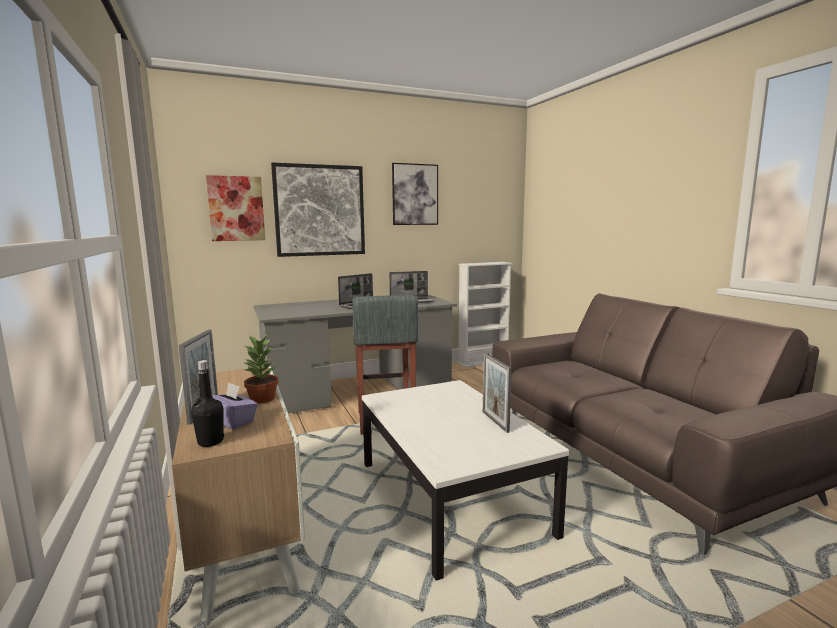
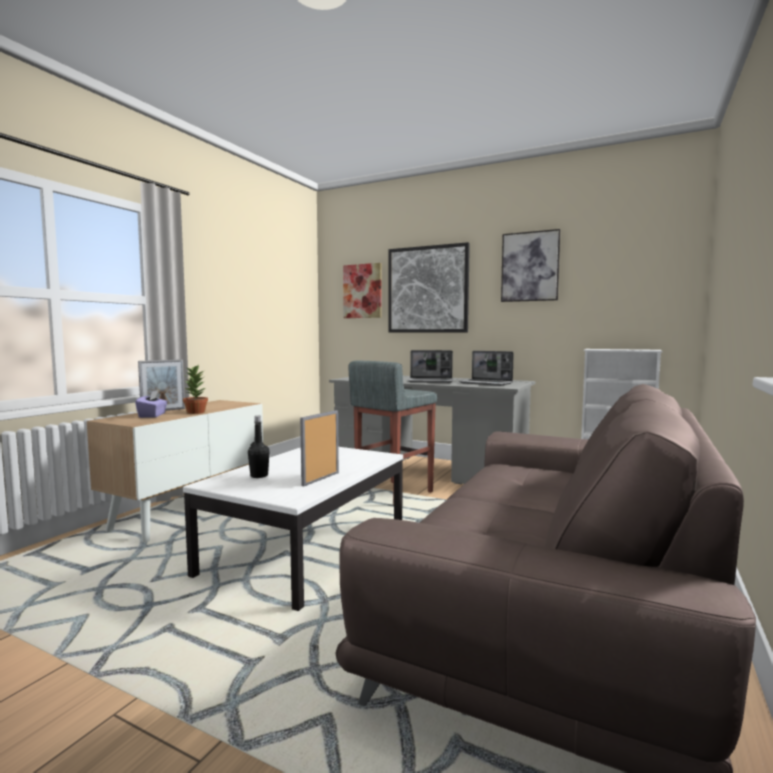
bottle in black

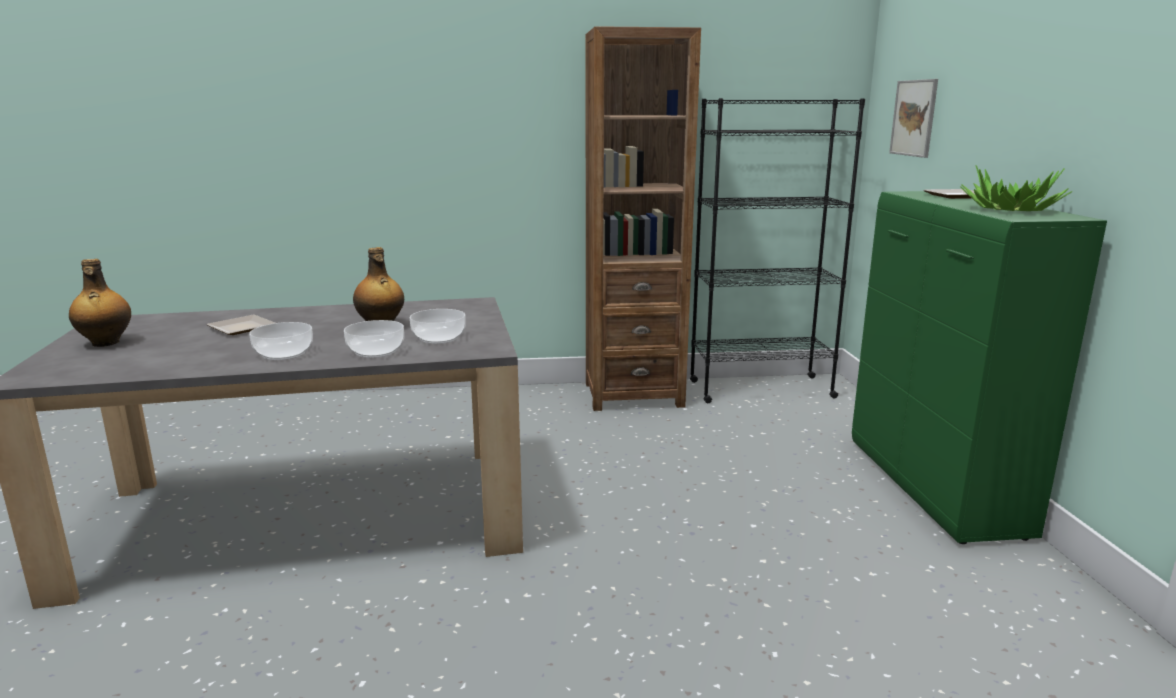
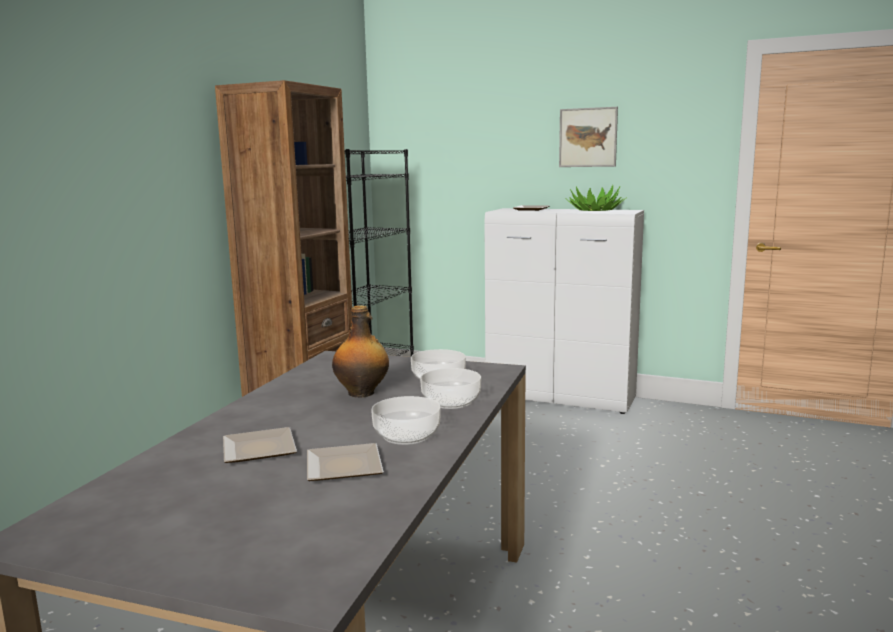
bottle (1st from left in the first image)
plate (2nd from left)
picture
cabinet in white

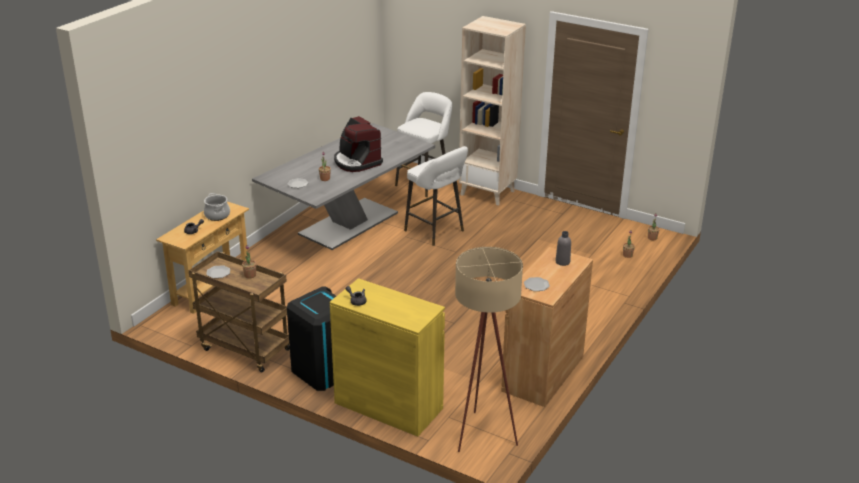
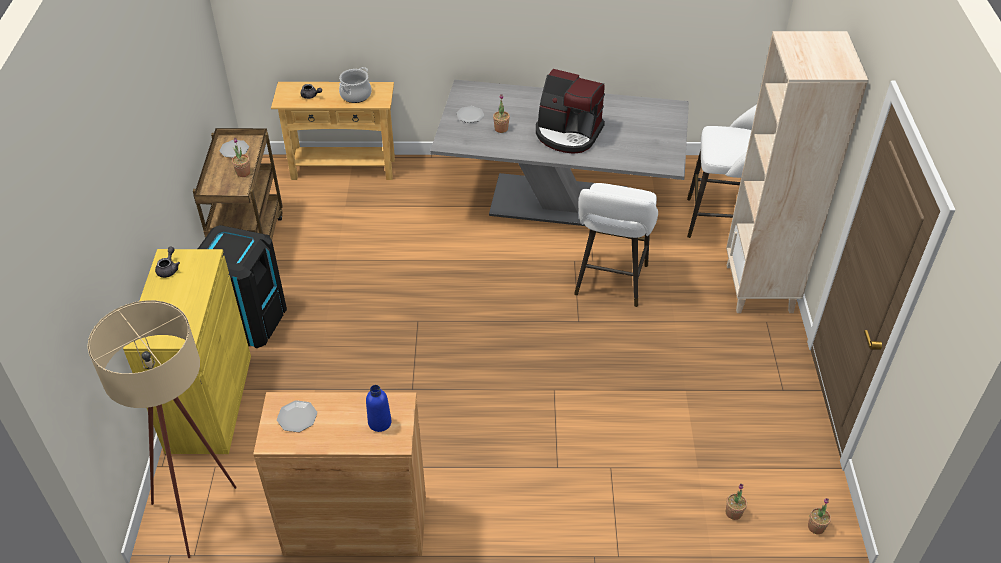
bottle in blue
coffee machine

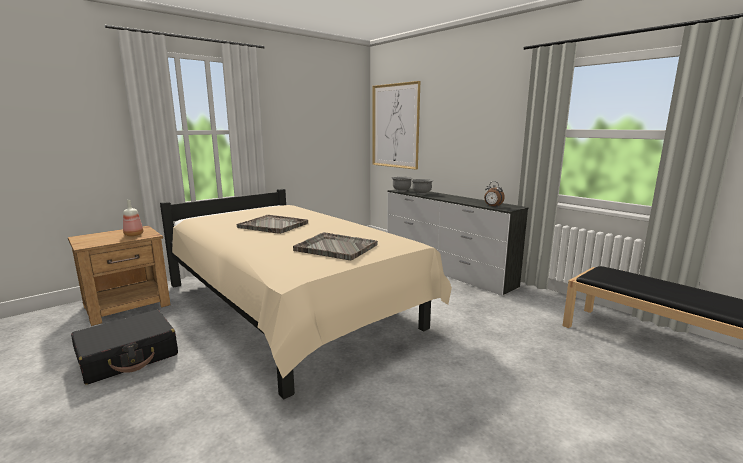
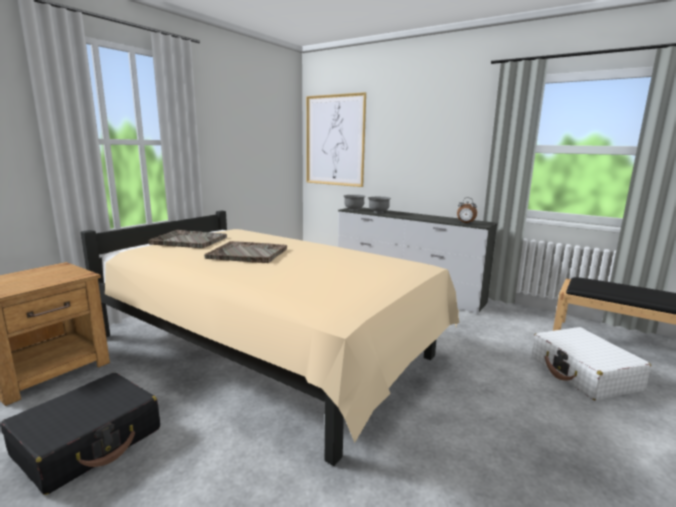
bottle
suitcase in white
tray in grey (1st from left)

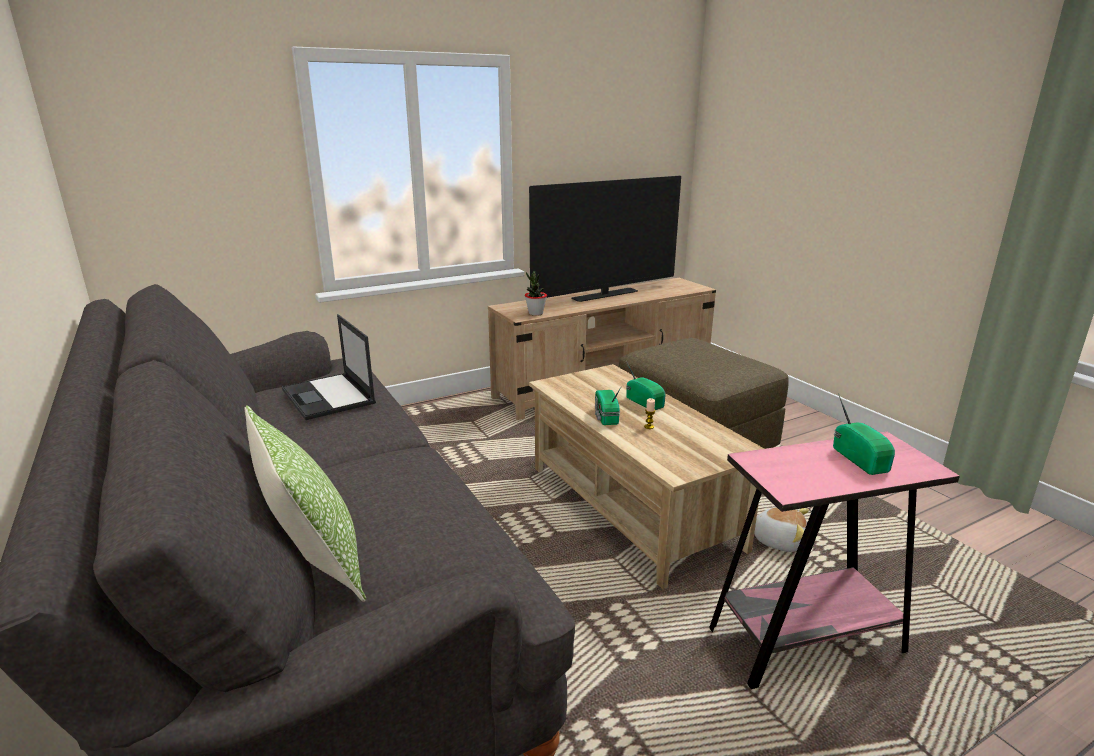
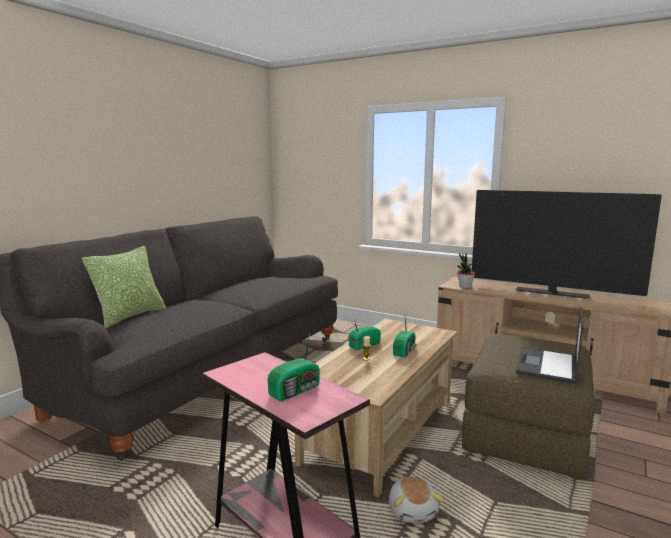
laptop

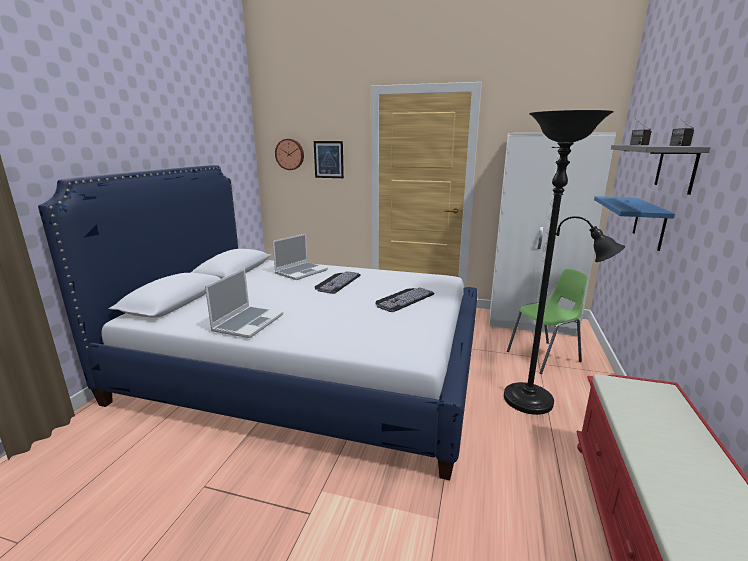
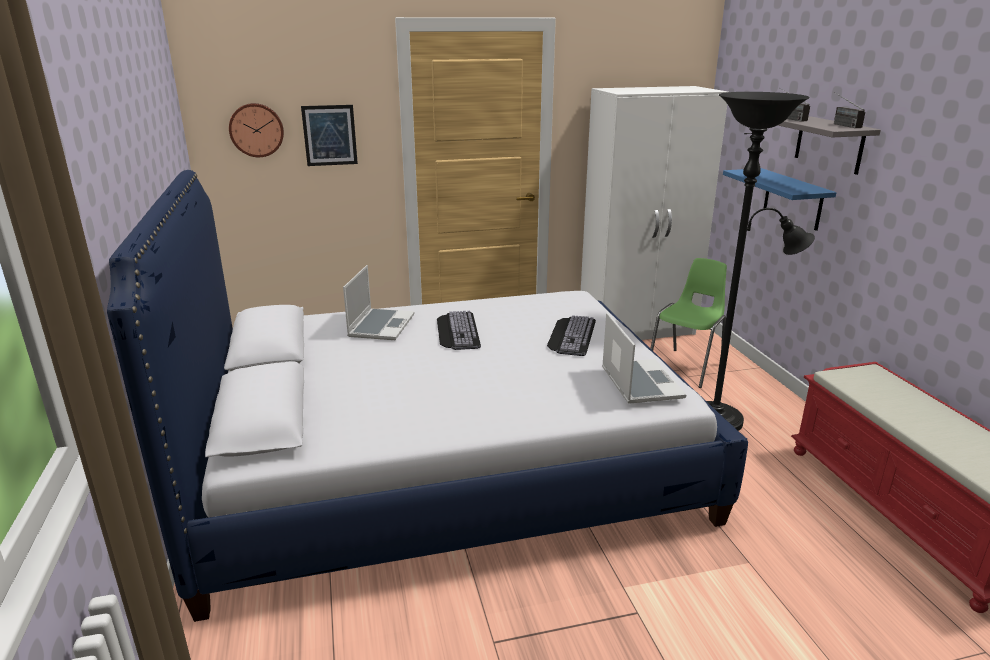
laptop (2nd from left)

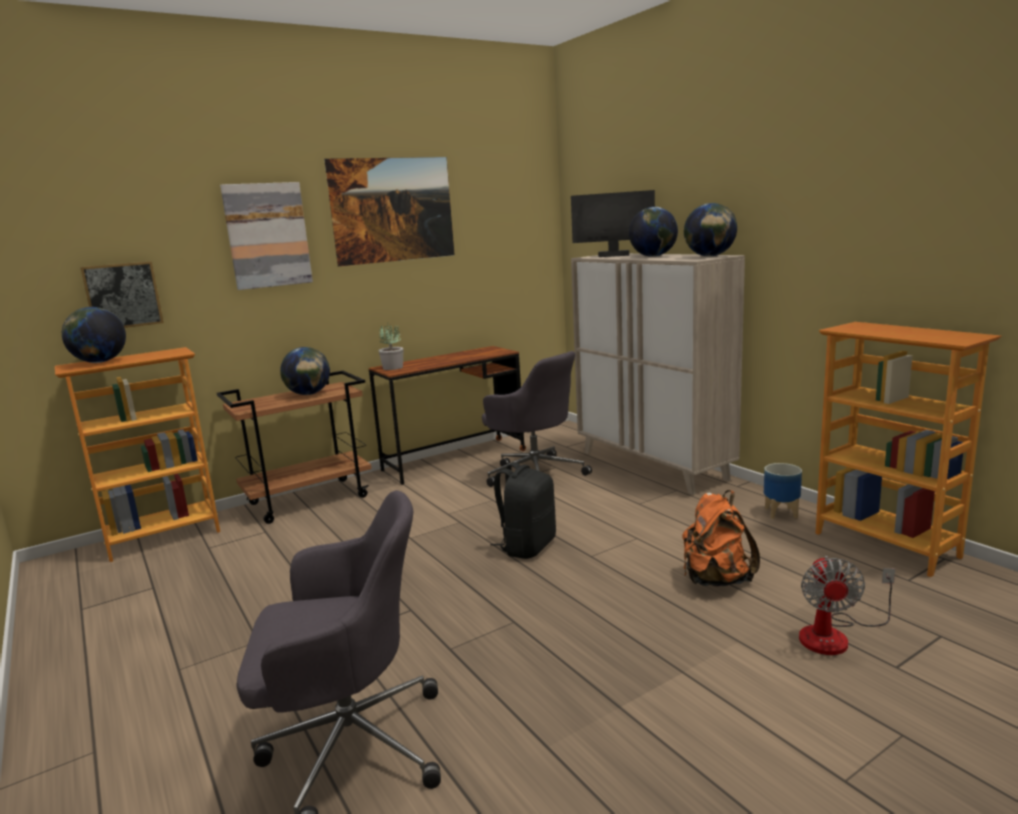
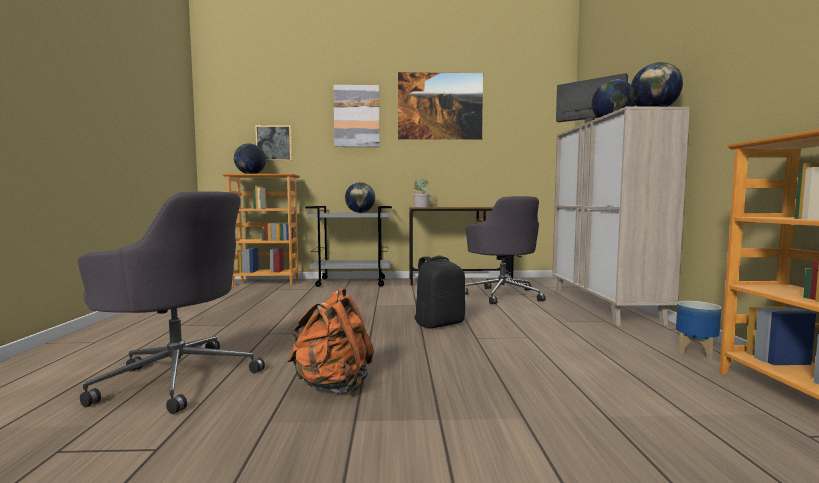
fan
backpack in orange
cart in grey

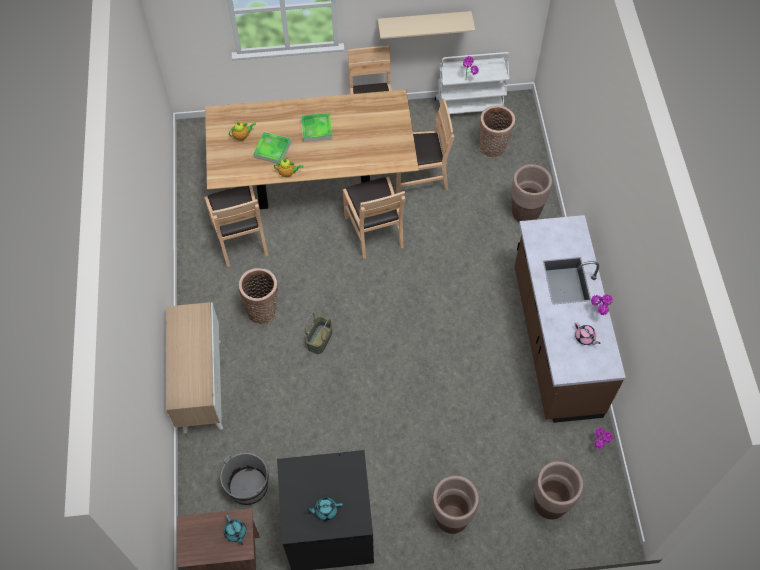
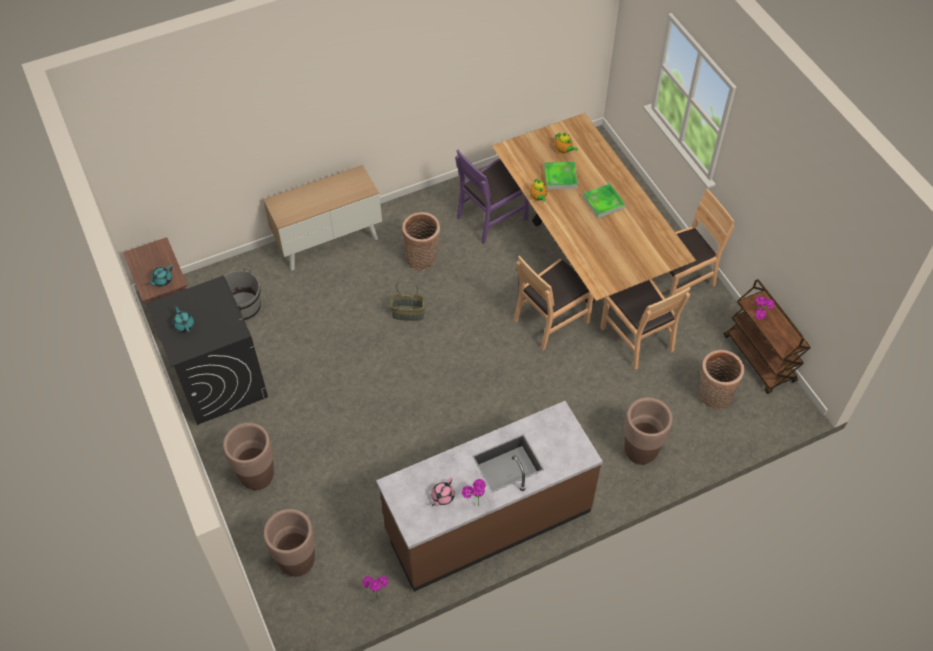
shelf in beige
chair in purple
cart in brown

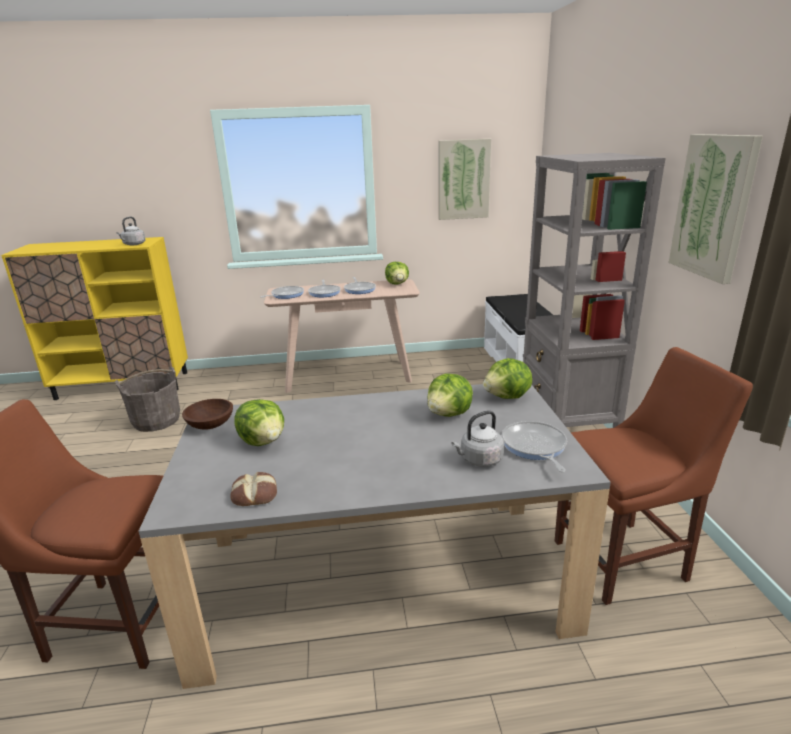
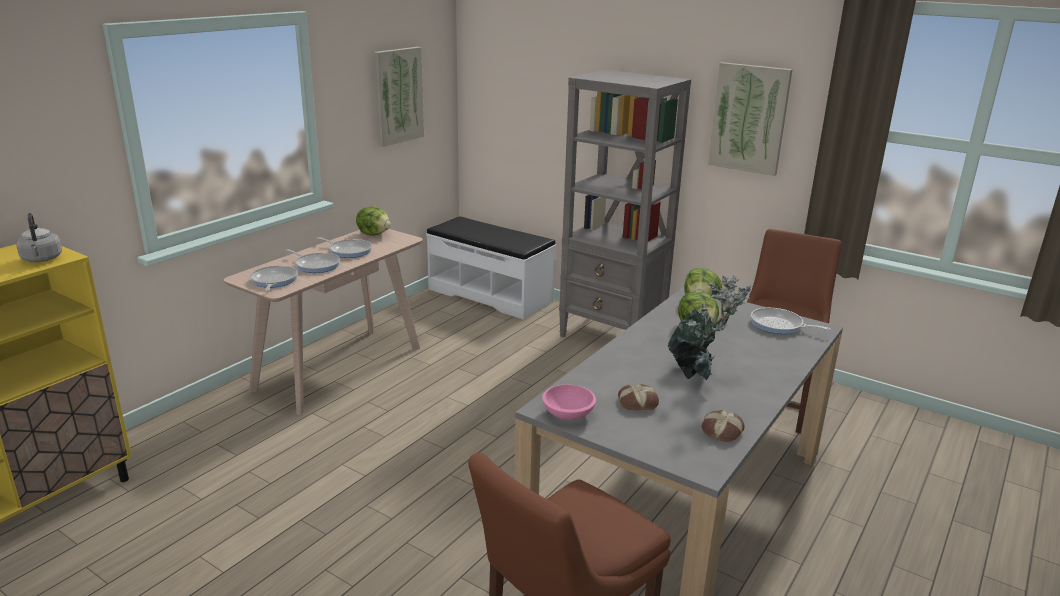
bucket in grey
kettle in grey (2nd from left in the first image)
potted plant
bread (1st from left)
bowl in pink

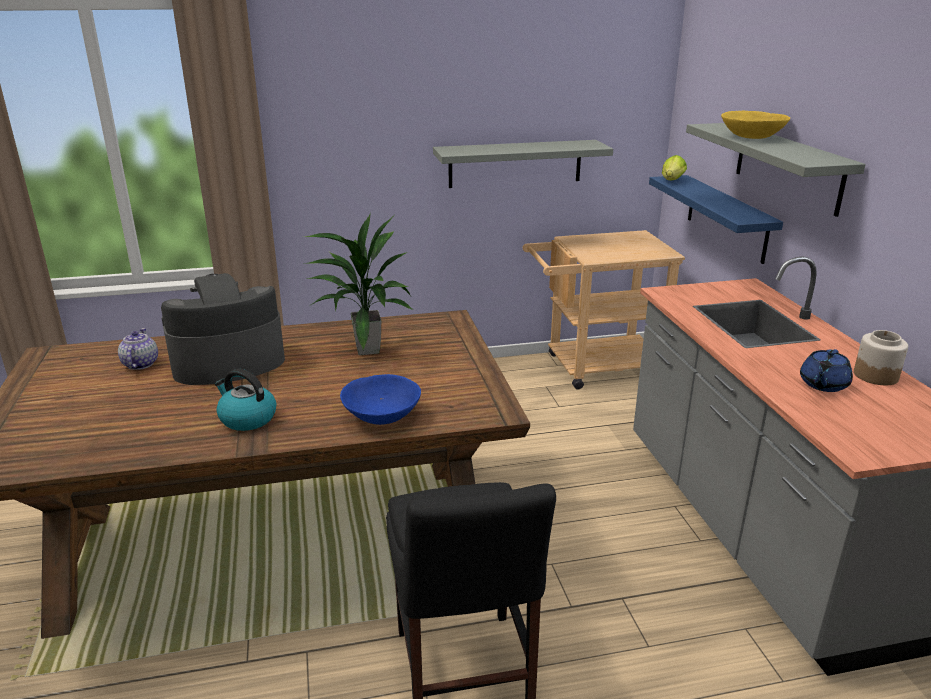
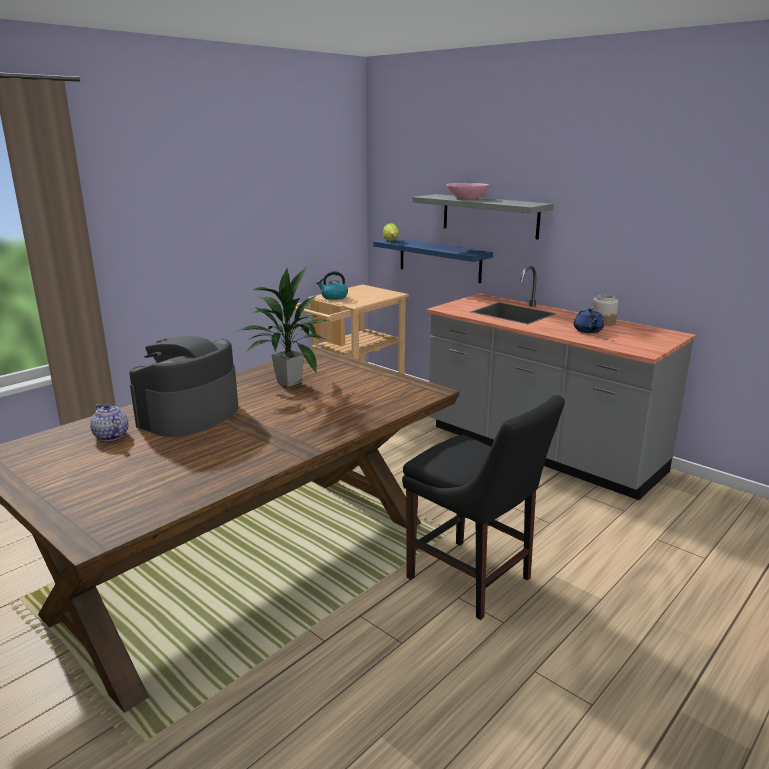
bowl in blue
shelf in grey (1st from left in the first image)
kettle
bowl in pink

